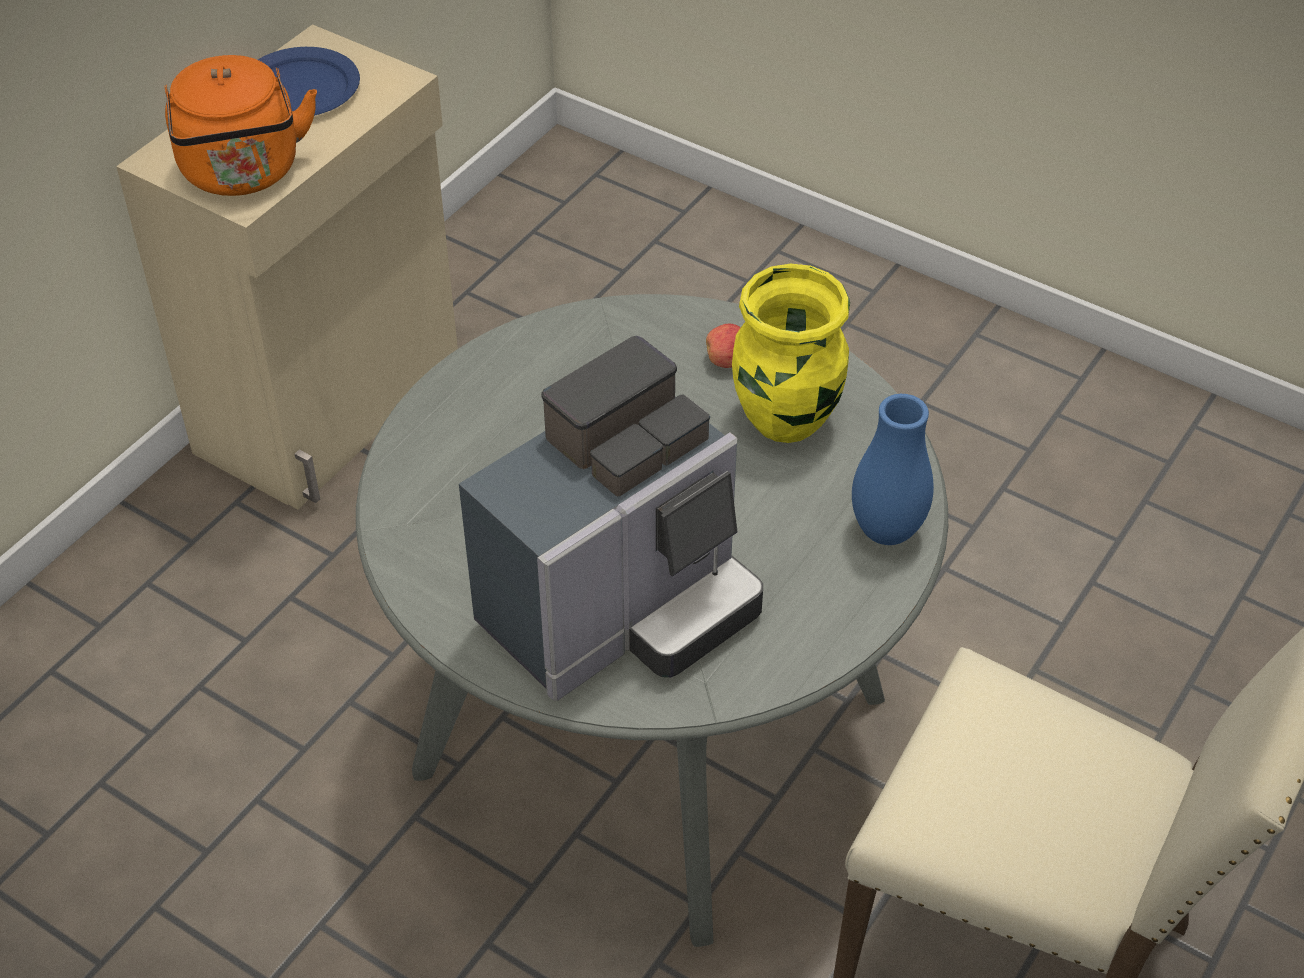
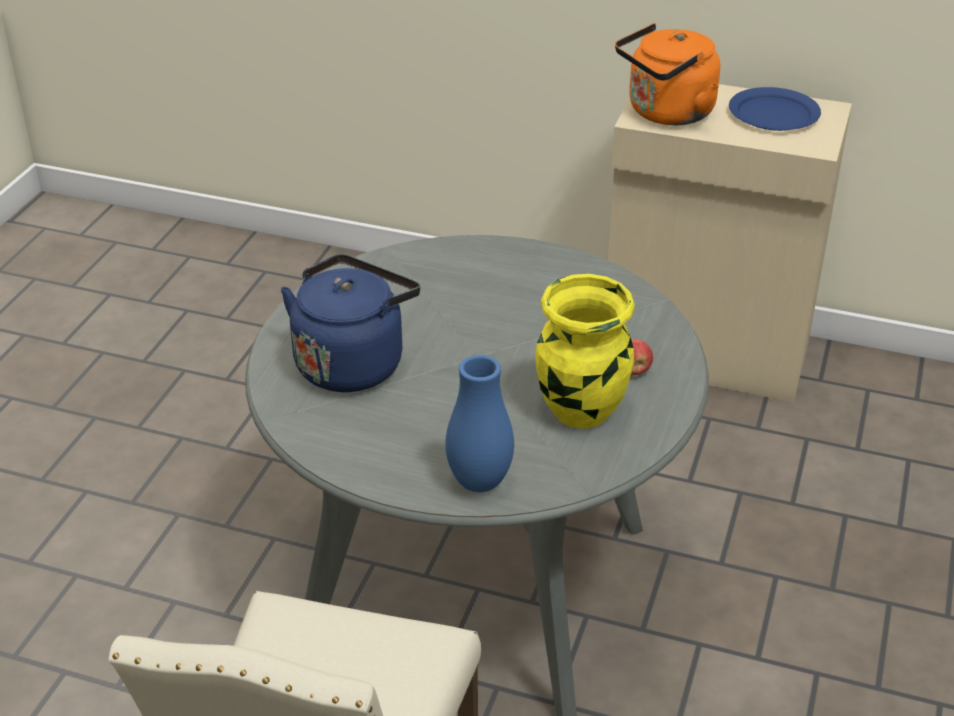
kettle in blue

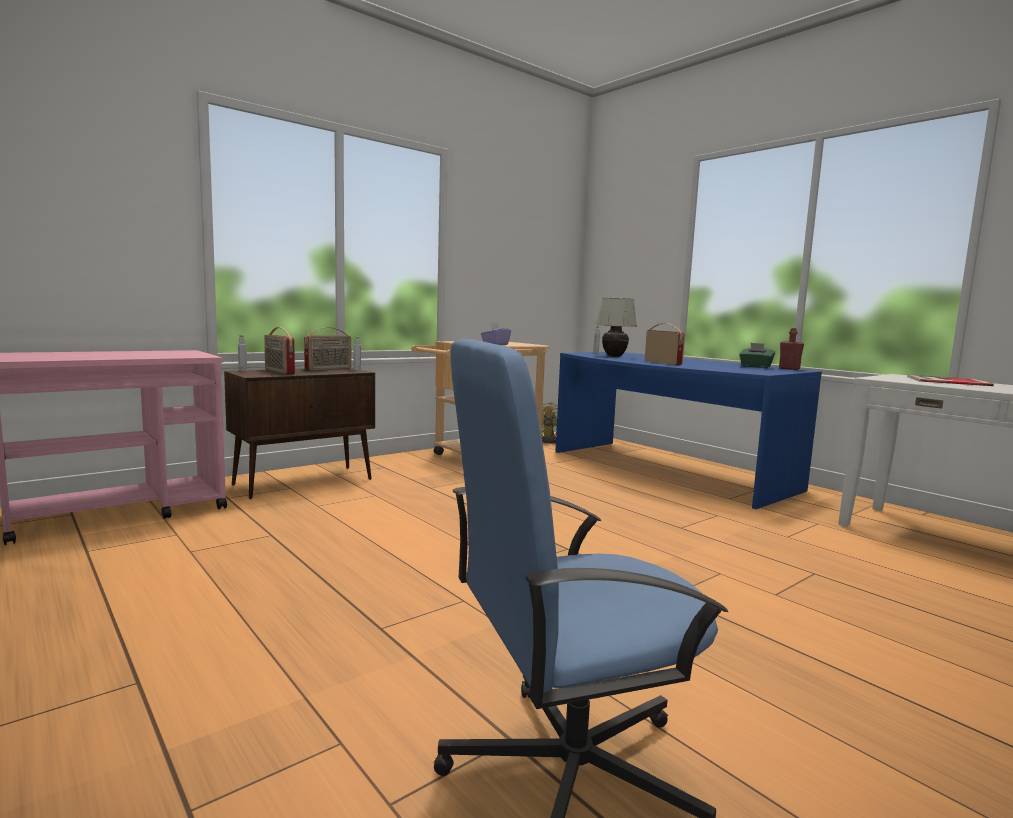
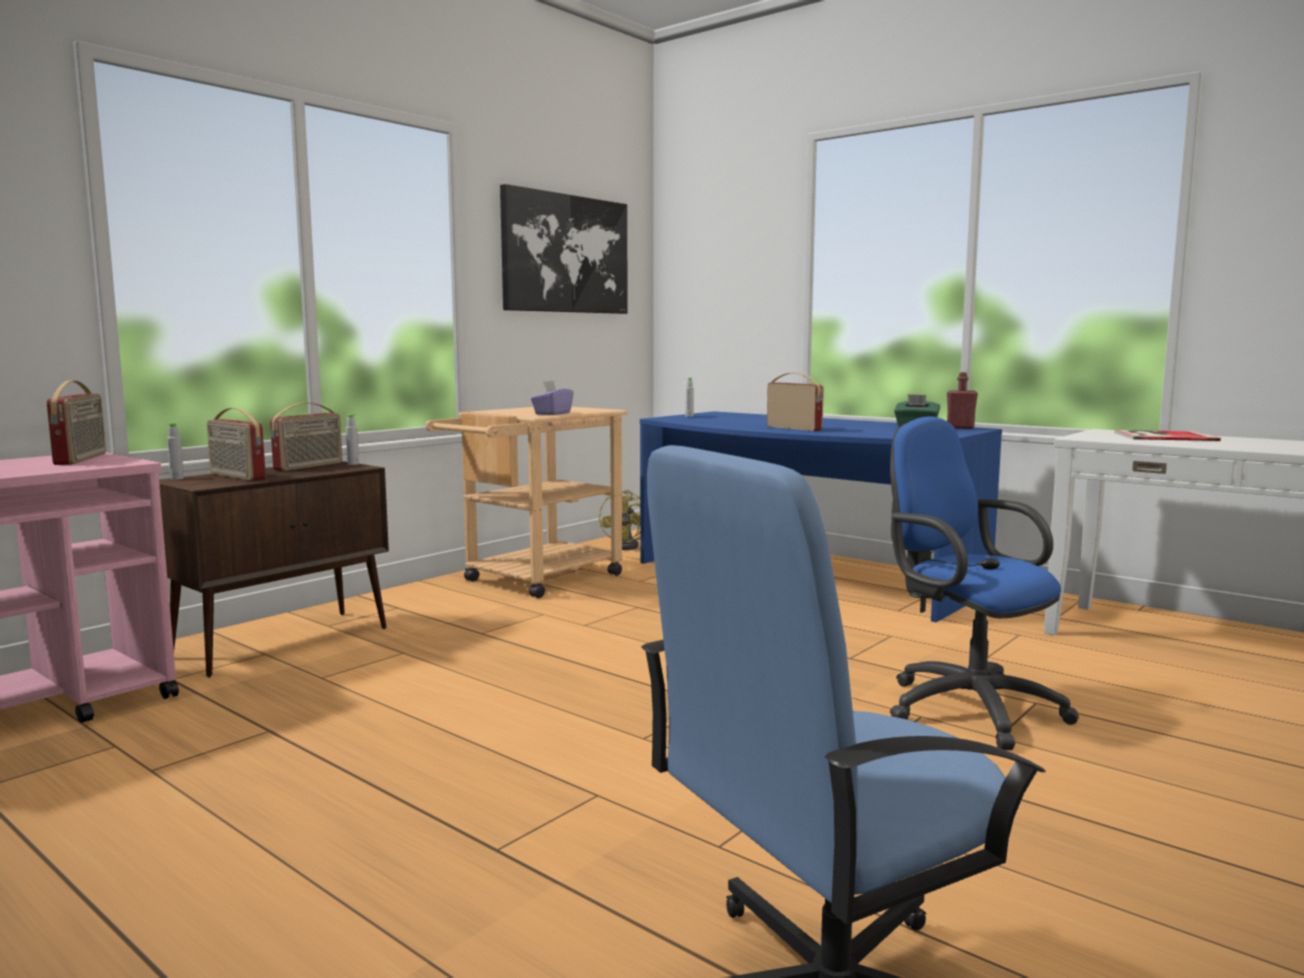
table lamp in white
radio (1st from left)
picture
office chair in blue (2nd from left)

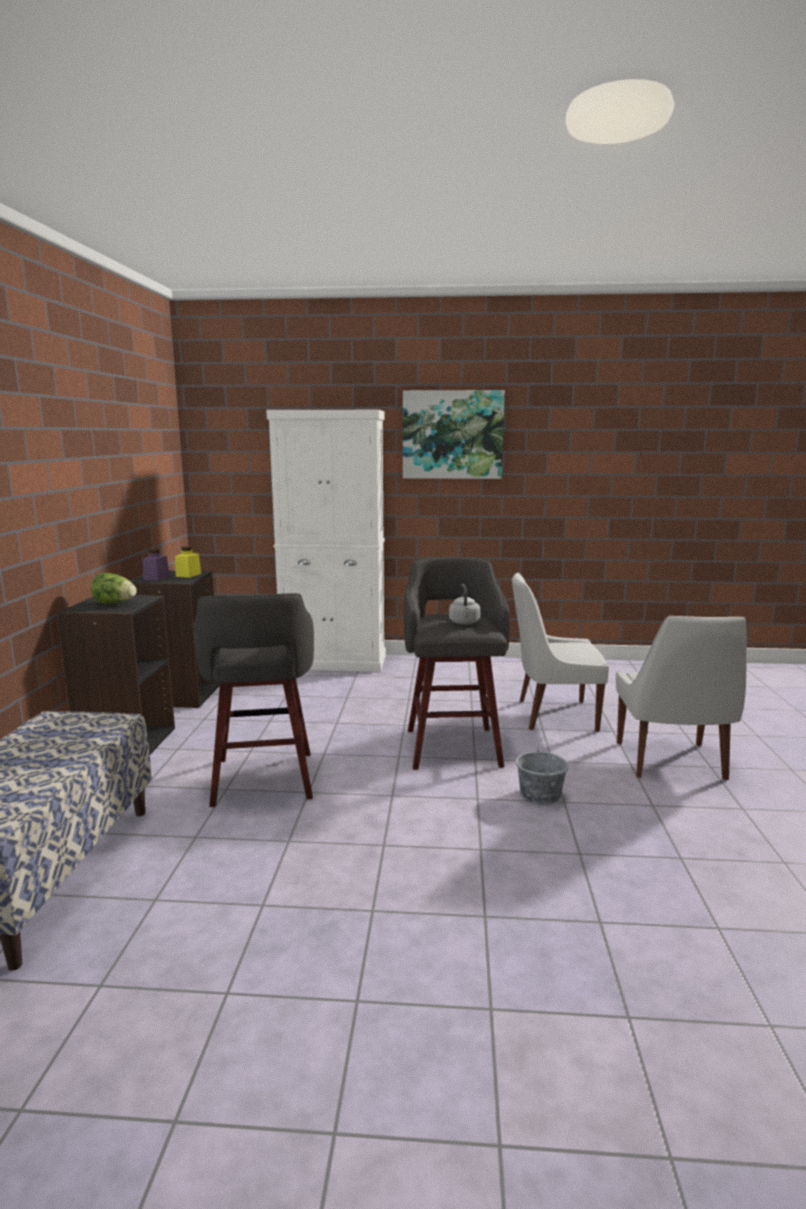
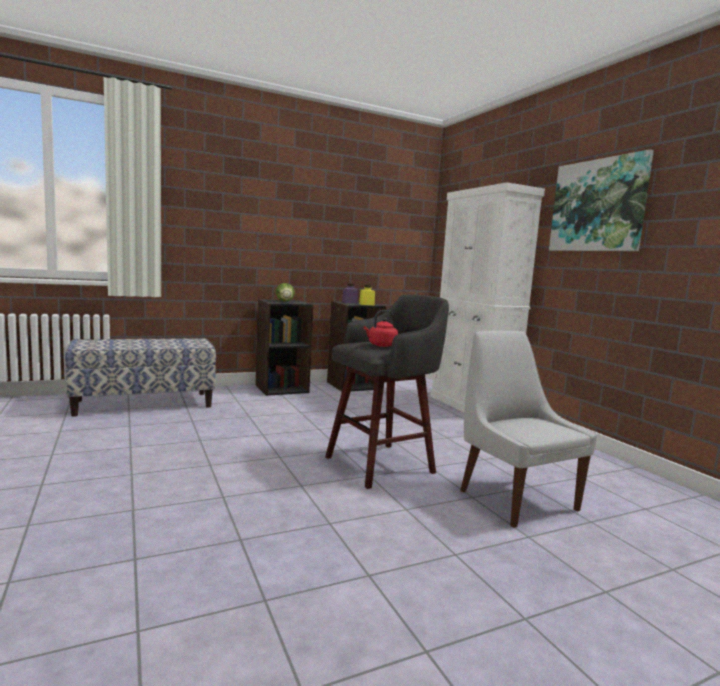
stool in grey (1st from left in the first image)
bucket in grey
chair in white (2nd from left in the first image)
kettle in red

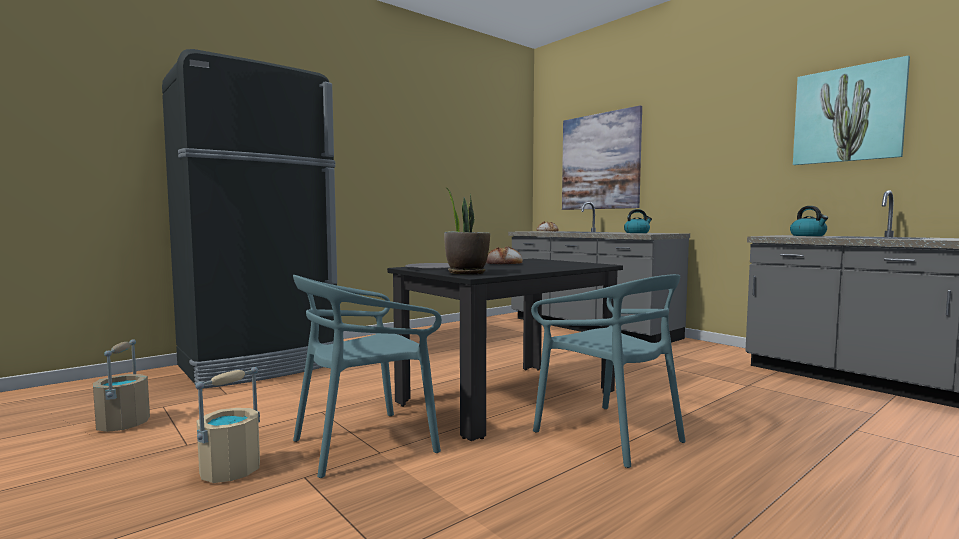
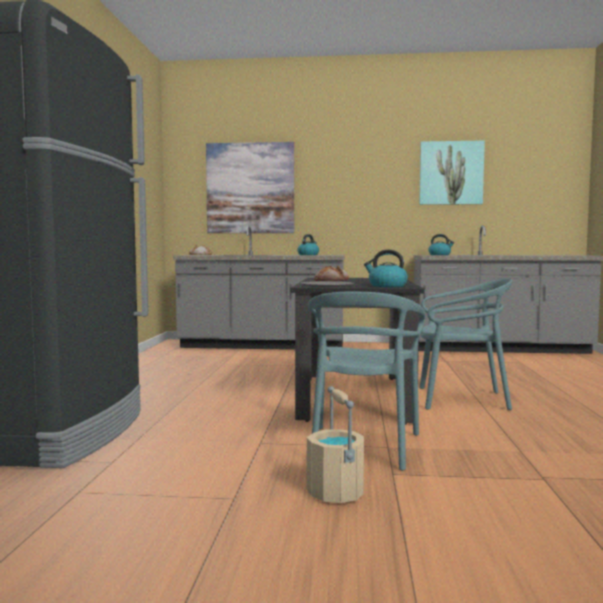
bucket in beige (1st from left in the first image)
kettle (2nd from left)

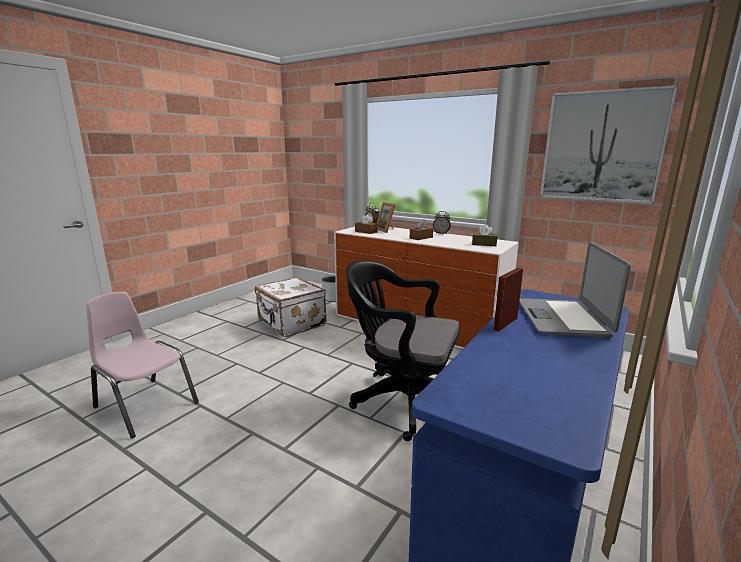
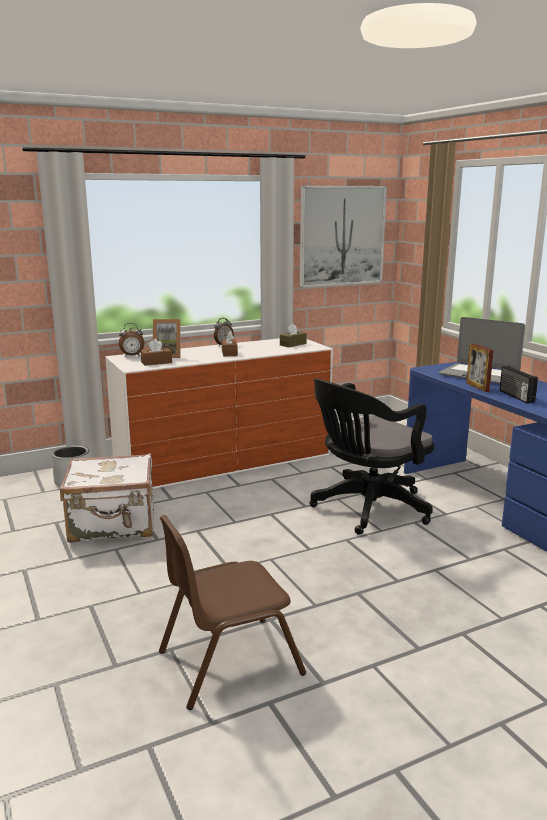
radio
chair in brown

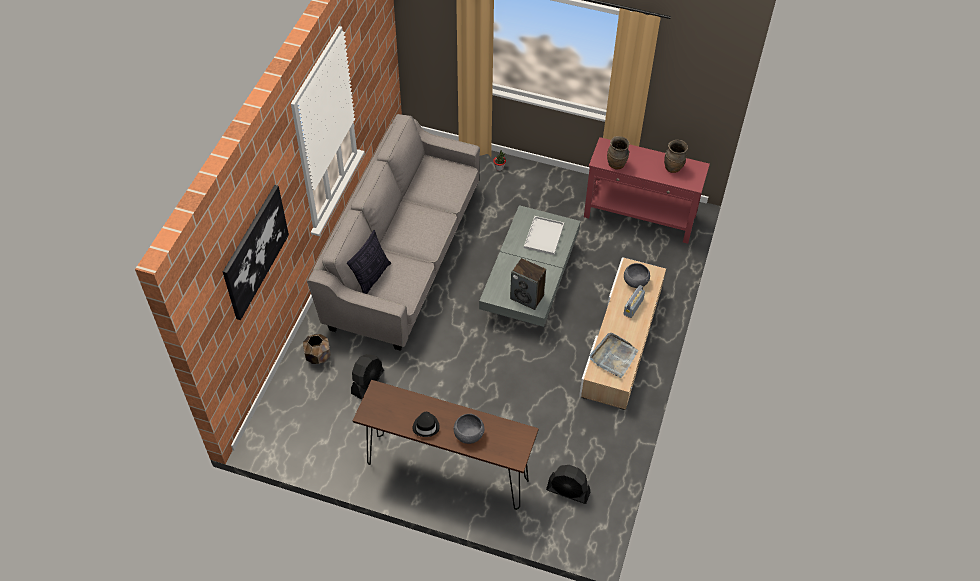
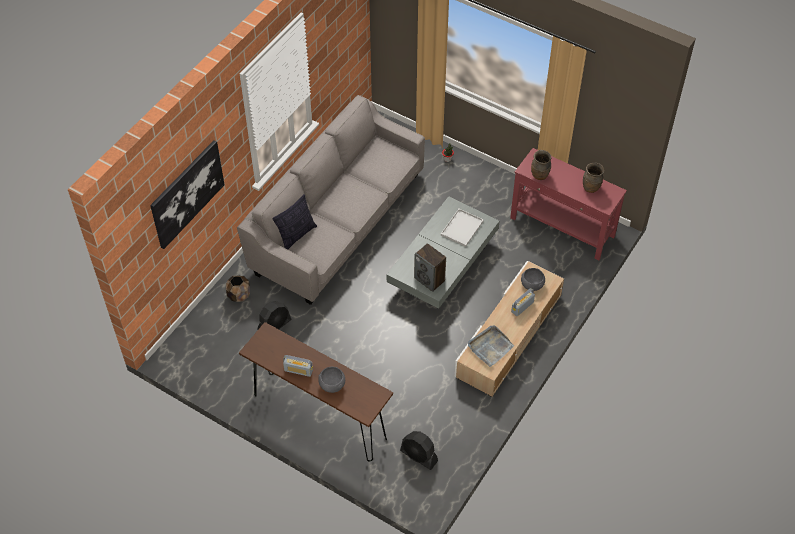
radio (1st from left)

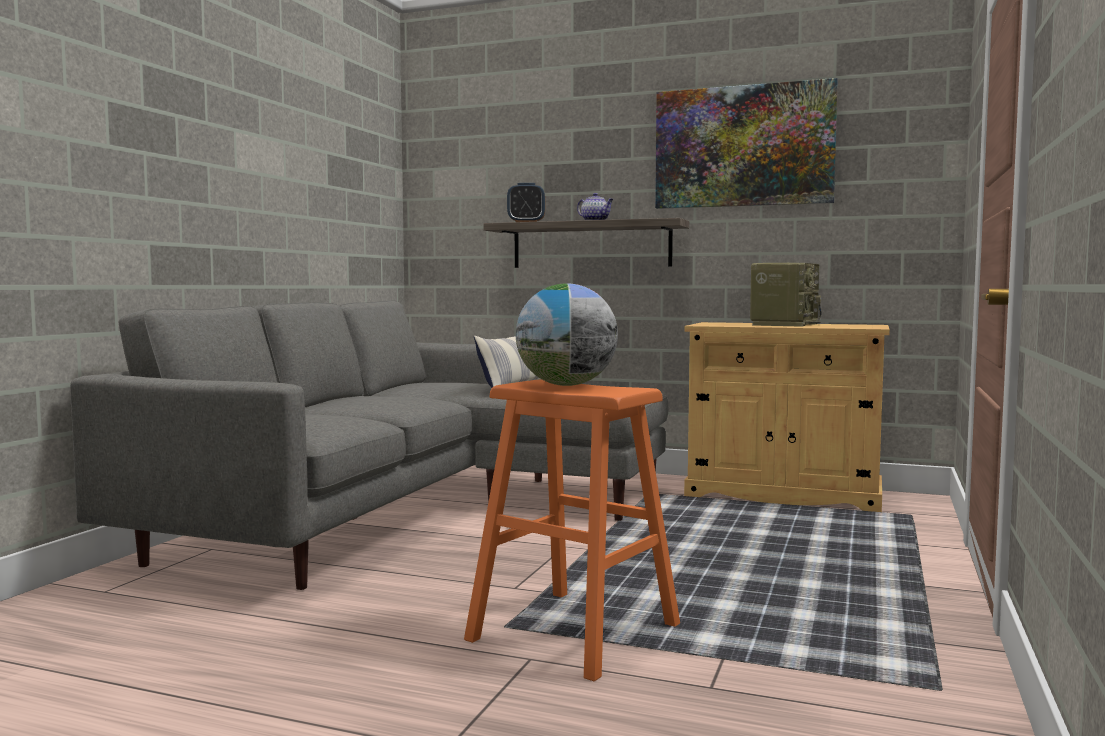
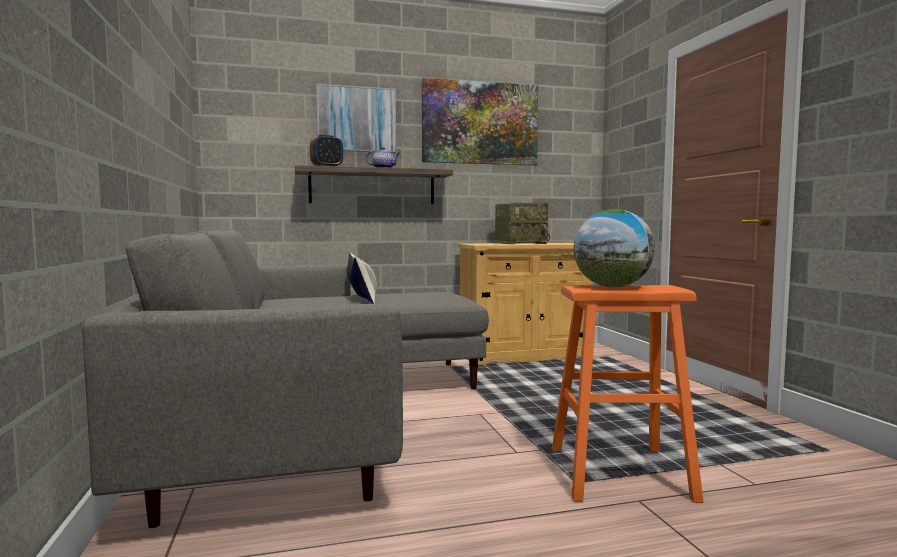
picture (1st from left)
radio

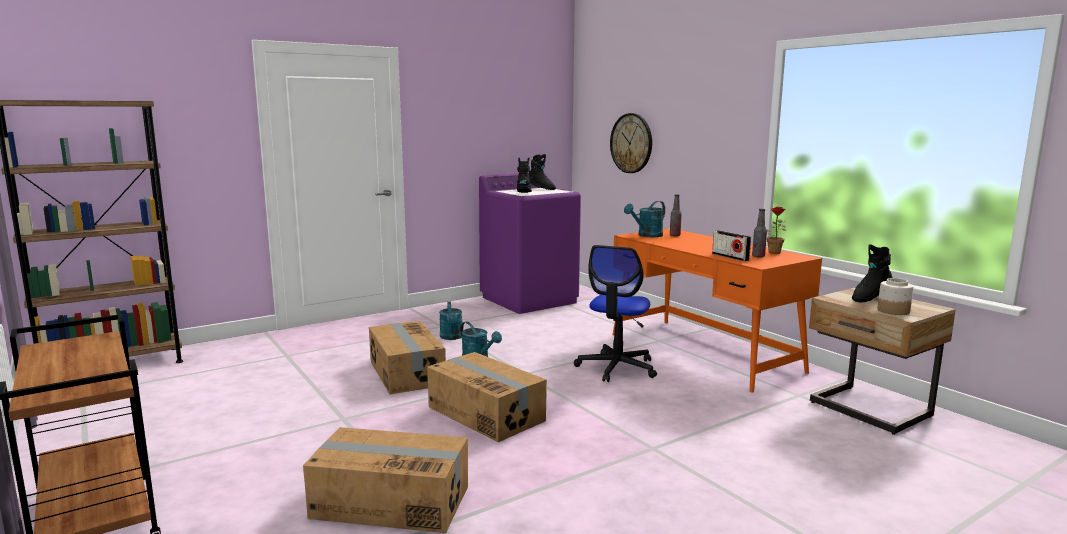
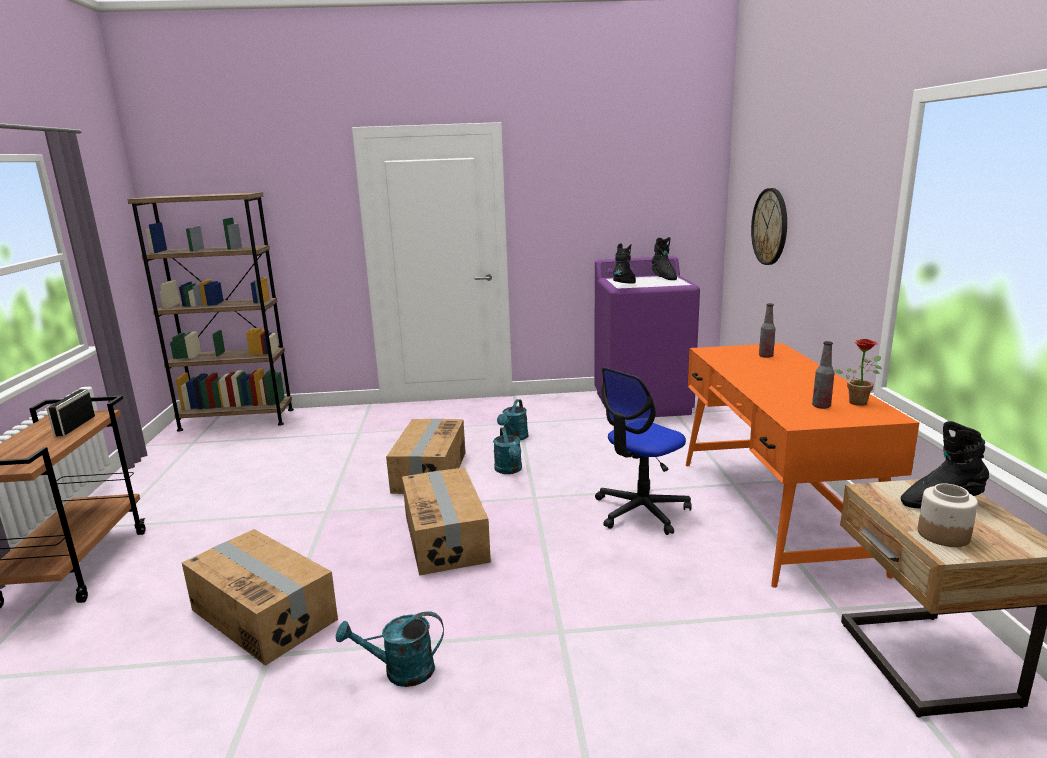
watering can in turquoise (1st from left)
radio

